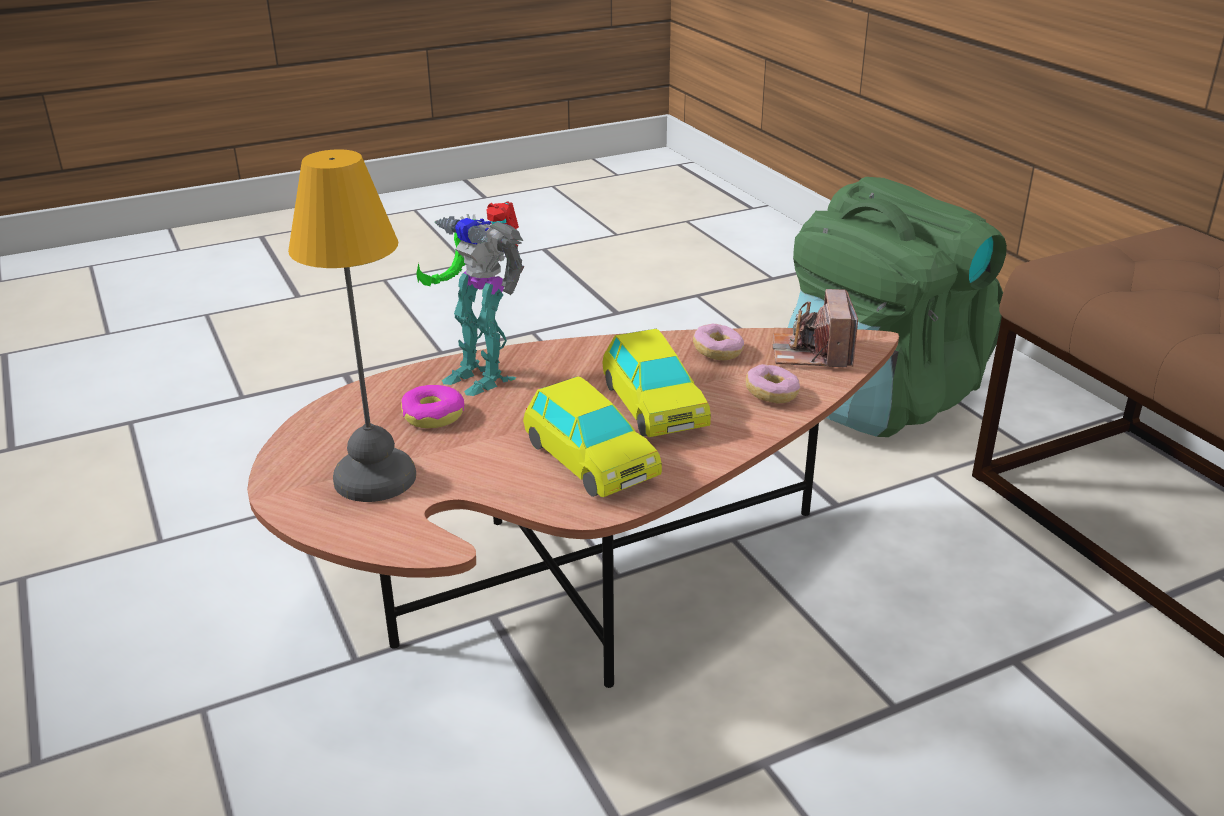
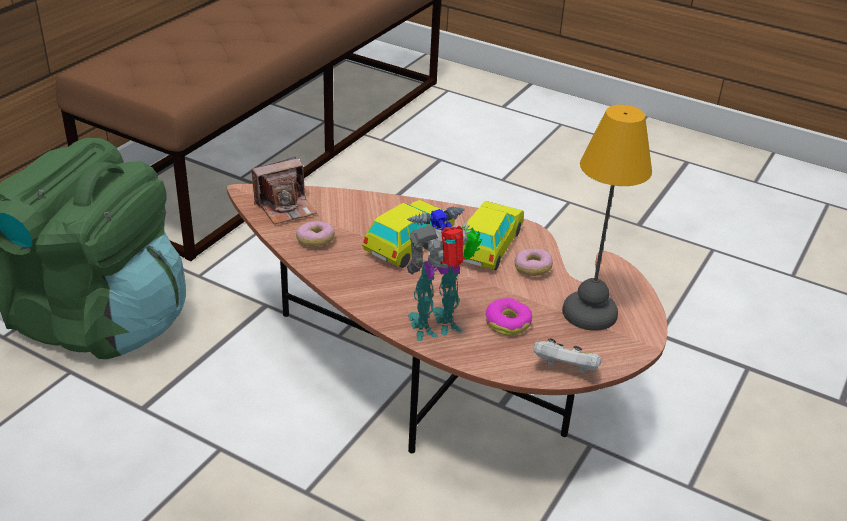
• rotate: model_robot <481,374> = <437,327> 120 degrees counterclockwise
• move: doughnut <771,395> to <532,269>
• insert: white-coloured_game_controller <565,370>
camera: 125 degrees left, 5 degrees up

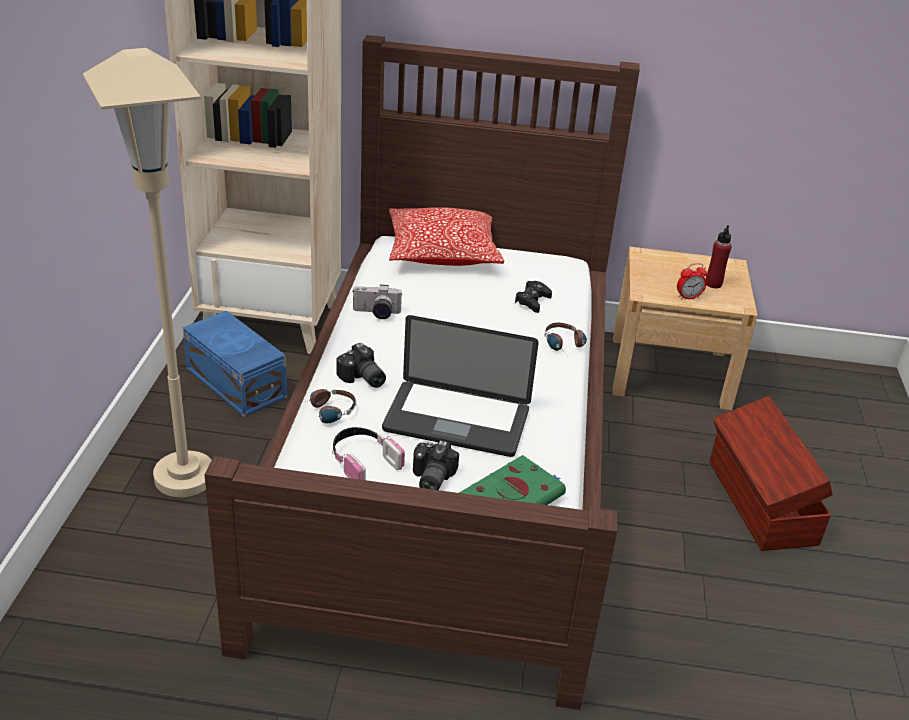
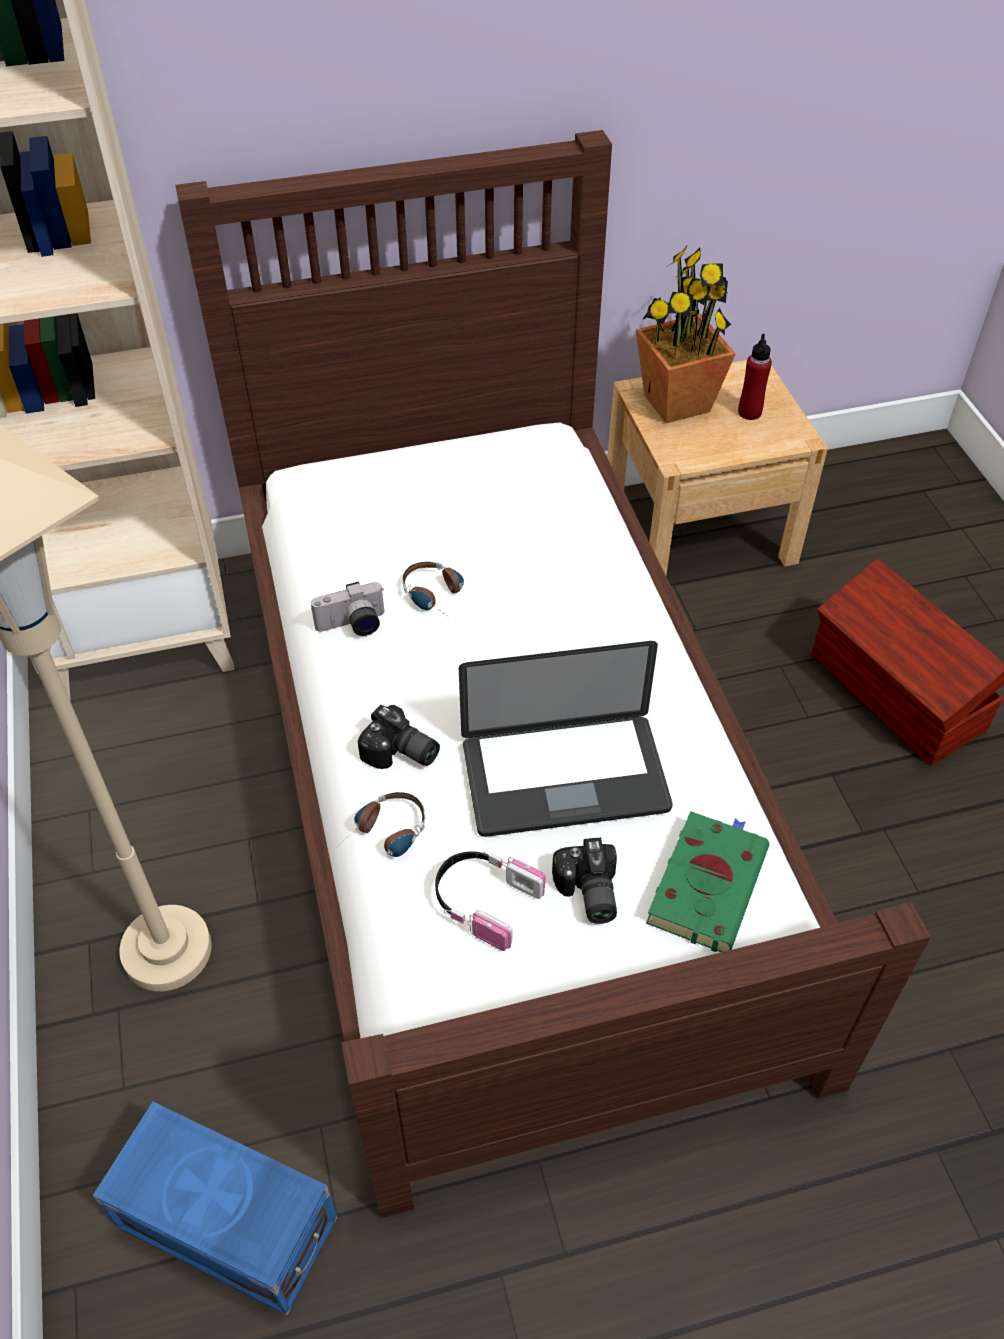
• move: bluish_storage_bin <235,384> to <228,1226>
• delete: pillow <443,252>
• delete: blackish_game_controller <532,301>
• move: headphones <565,346> to <437,596>
• delete: alarm_clock <688,297>
• insert: houseplant <676,403>
camera: 20 degrees left, 15 degrees up

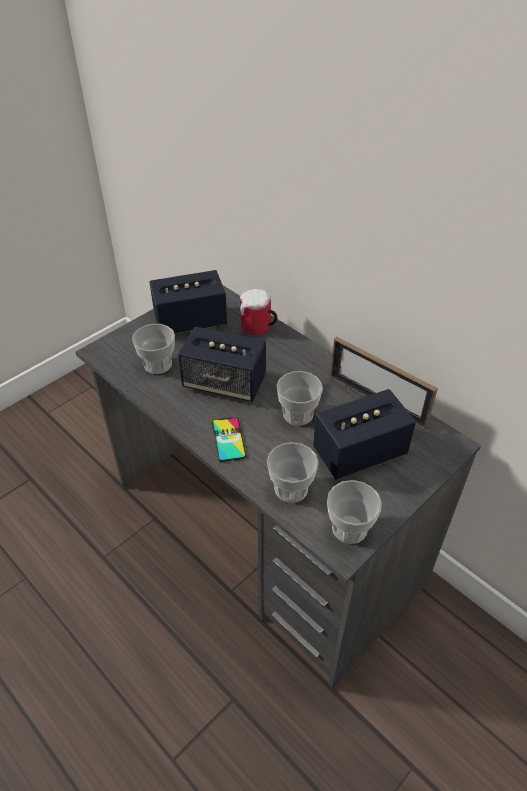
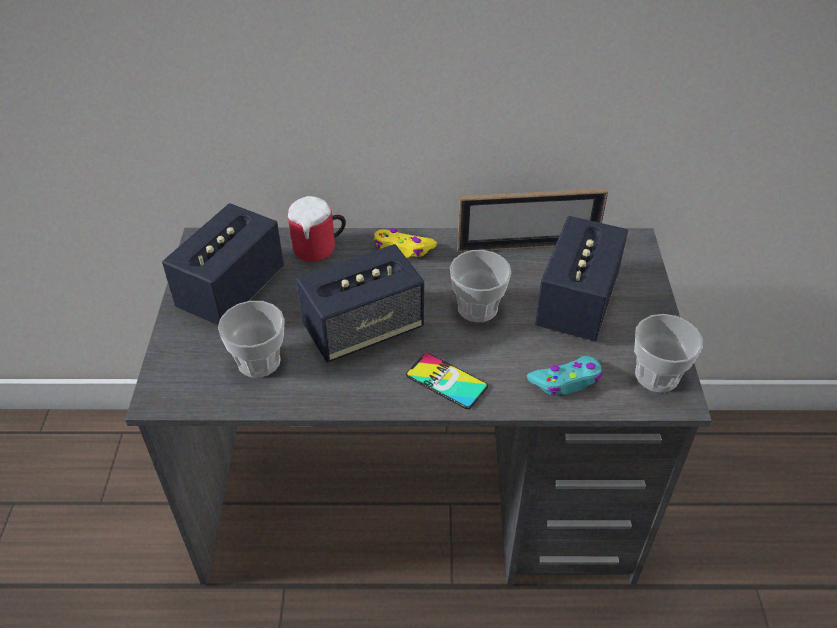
• replace: cup <291,489> to blue-green_game_controller <566,381>
• insert: yellow-coloured_game_controller <403,249>
camera: 45 degrees left, 0 degrees up

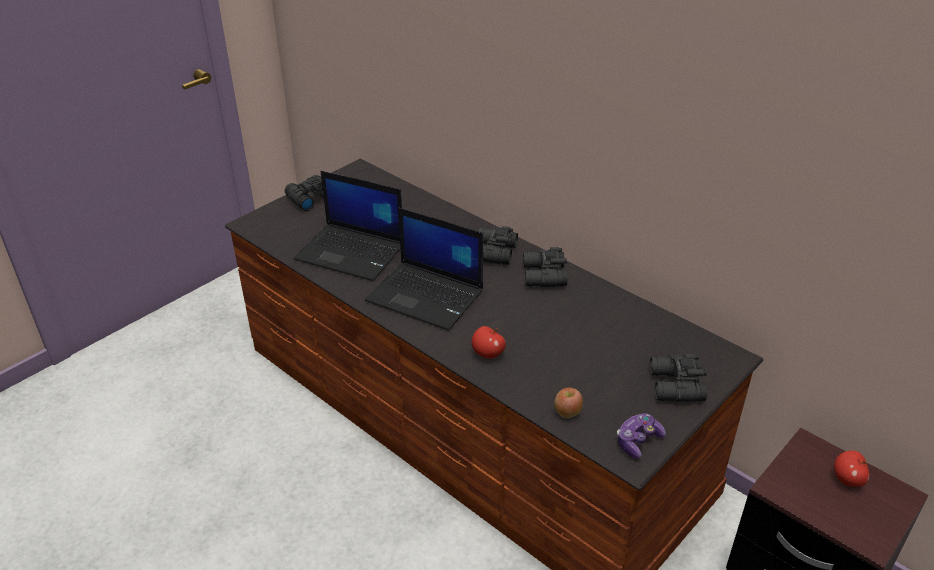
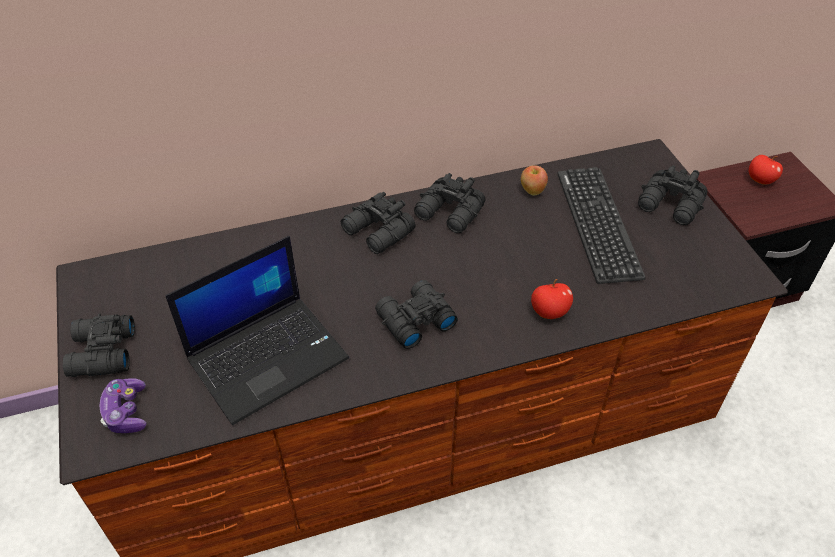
• replace: notebook_computer <427,296> to blackish_field_glasses <413,320>
• move: apple <567,412> to <532,191>
• move: game_controller <638,441> to <126,412>
• insert: computer_keyboard <598,224>
camera: 60 degrees left, 10 degrees up

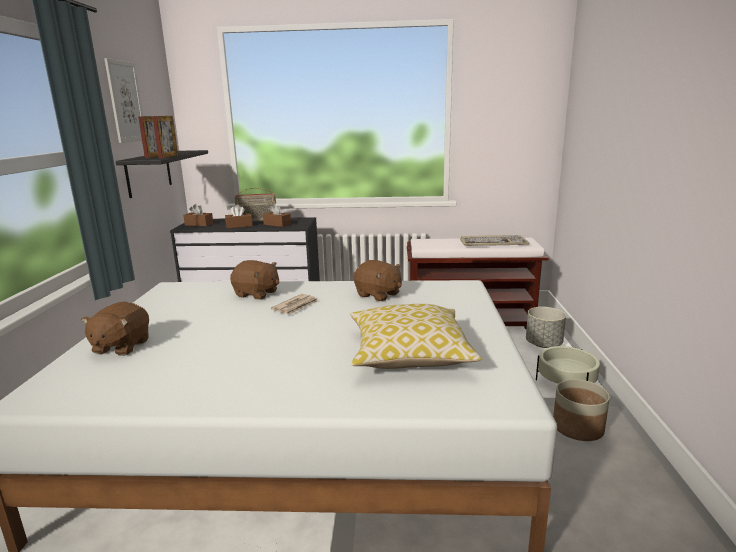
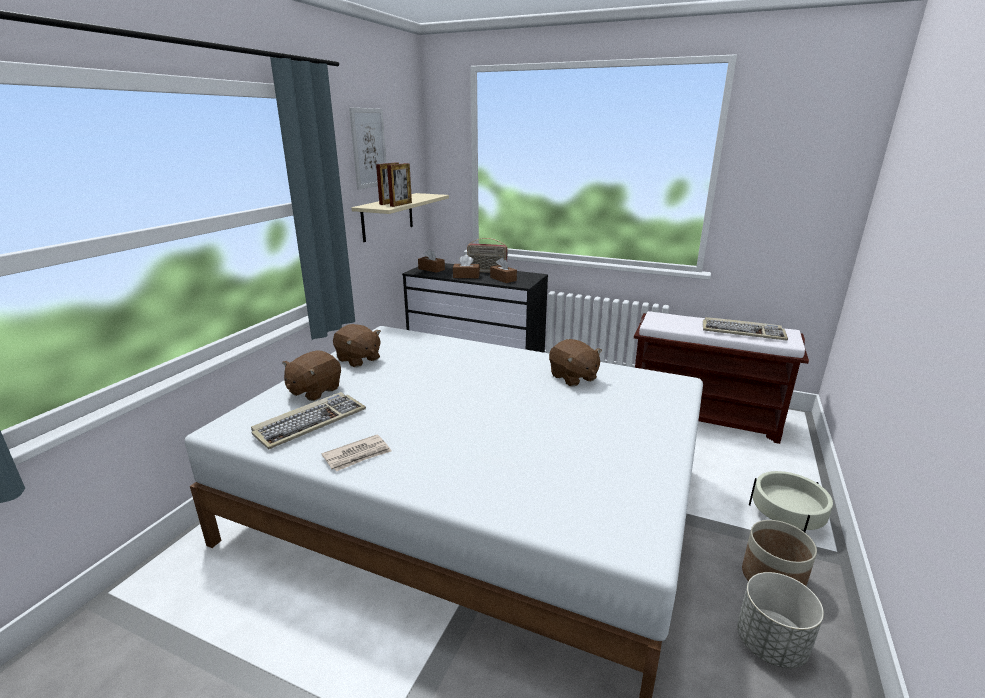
• recolor: blackish_wall_shelf <149,173> to beige-coloured_wall_shelf <387,216>
• move: brown-coloured_plush_toy <256,294> to <358,359>
• move: newspaper <296,306> to <358,455>
• delete: pillow <408,354>
• move: gray_flower_pot <544,344> to <771,644>
• insert: computer_keyboard <310,422>
camera: 20 degrees right, 5 degrees up

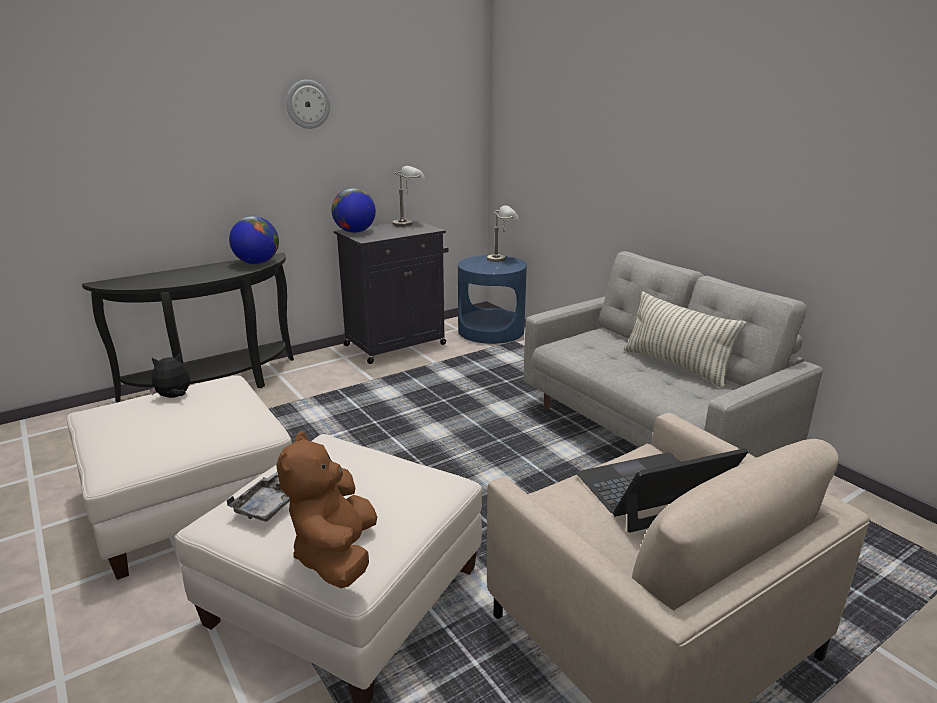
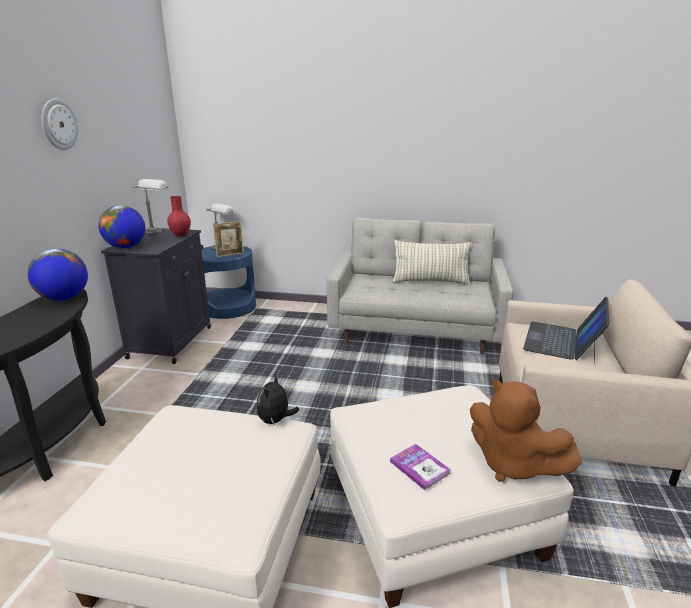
• move: plush_toy <174,397> to <275,420>
• replace: gray_serving_tray <268,506> to volume <419,467>
• insert: red_vase <180,235>
• insert: photo_frame <230,255>
camera: 45 degrees left, 0 degrees up

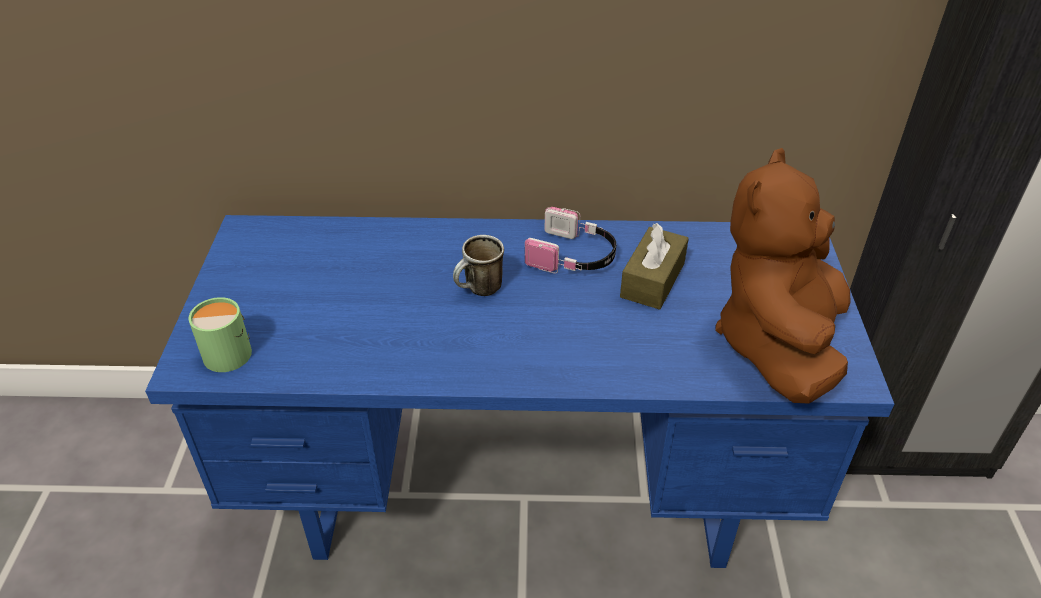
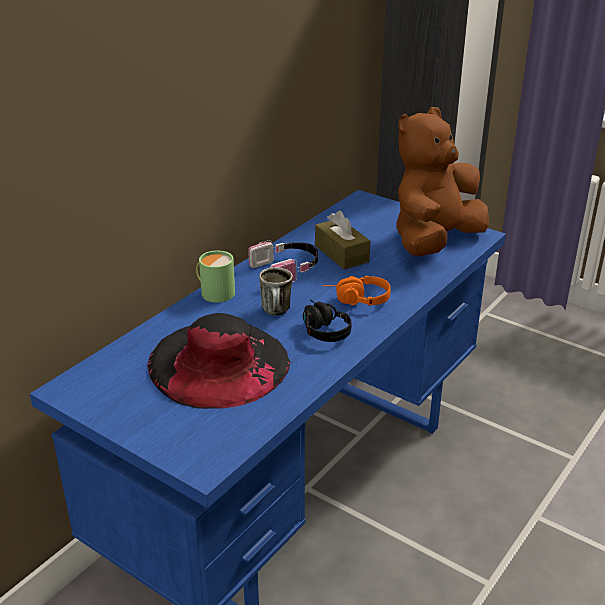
• move: green-coloured_tea_mug <229,350> to <215,292>
• rotate: brown-coloured_plush_toy <778,344> = <434,242> 75 degrees clockwise
• insert: blackish_hat <218,363>
• insert: blackish_headphones <321,328>
• insert: orangey_headphones <356,300>
camera: 55 degrees left, 10 degrees down

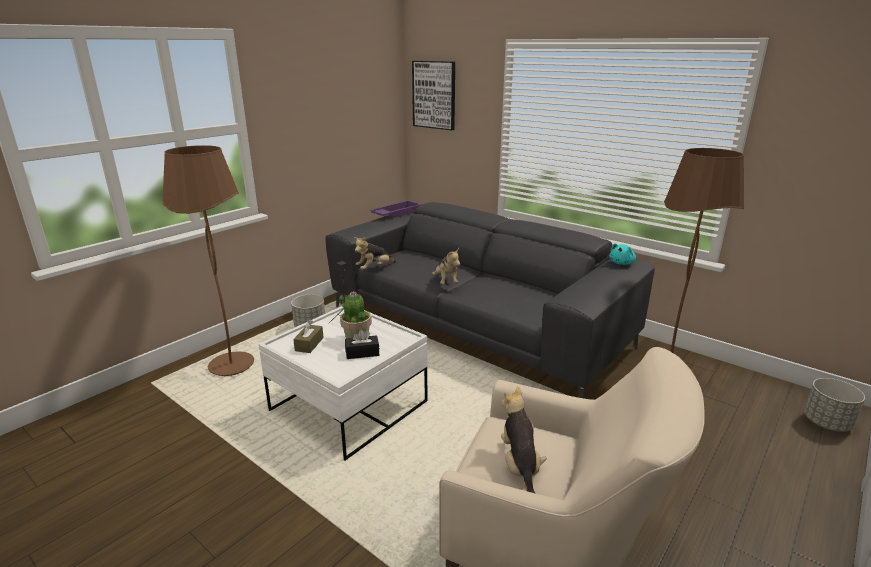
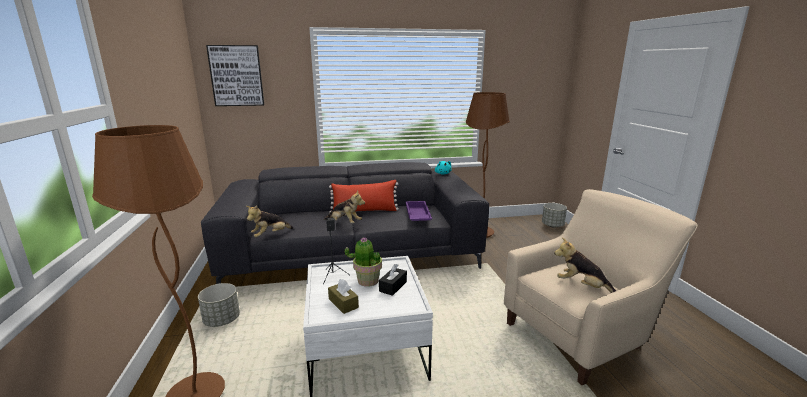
• rotate: plush_toy <374,268> = <270,235> 45 degrees clockwise
• move: purple-coloured_serving_tray <396,213> to <417,215>
• insert: red_pillow <364,211>
camera: 50 degrees left, 5 degrees down

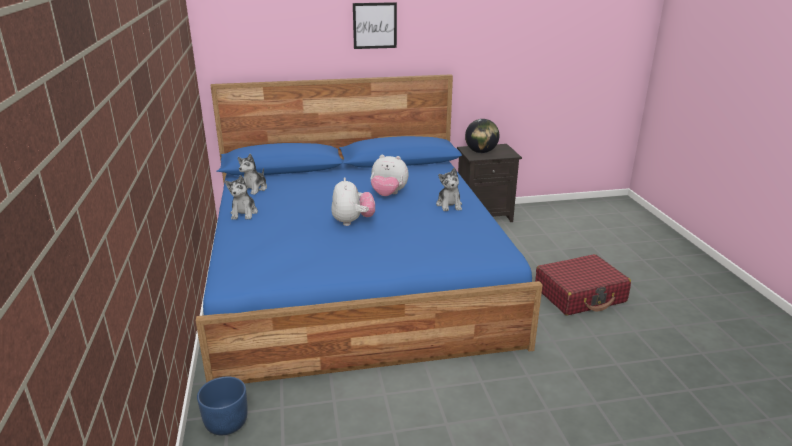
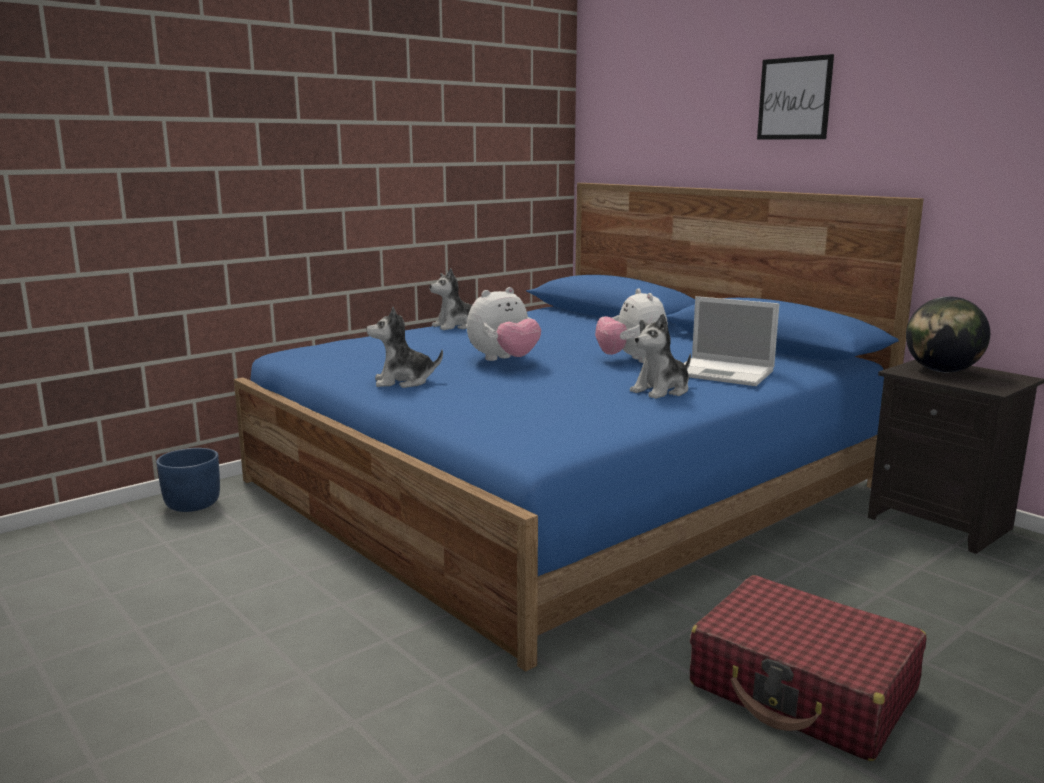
• move: plush_toy <254,189> to <403,382>
• insert: notebook_computer <724,373>
camera: 60 degrees right, 10 degrees down

